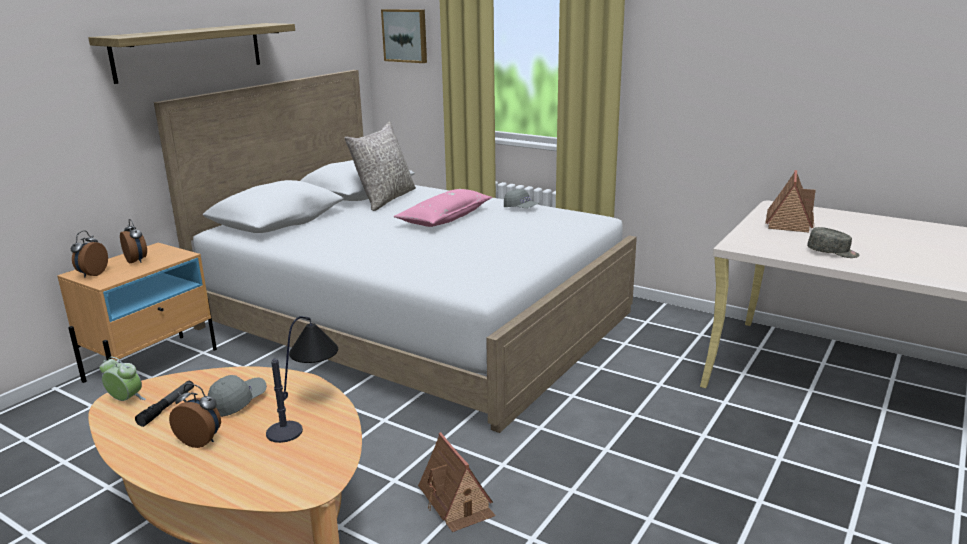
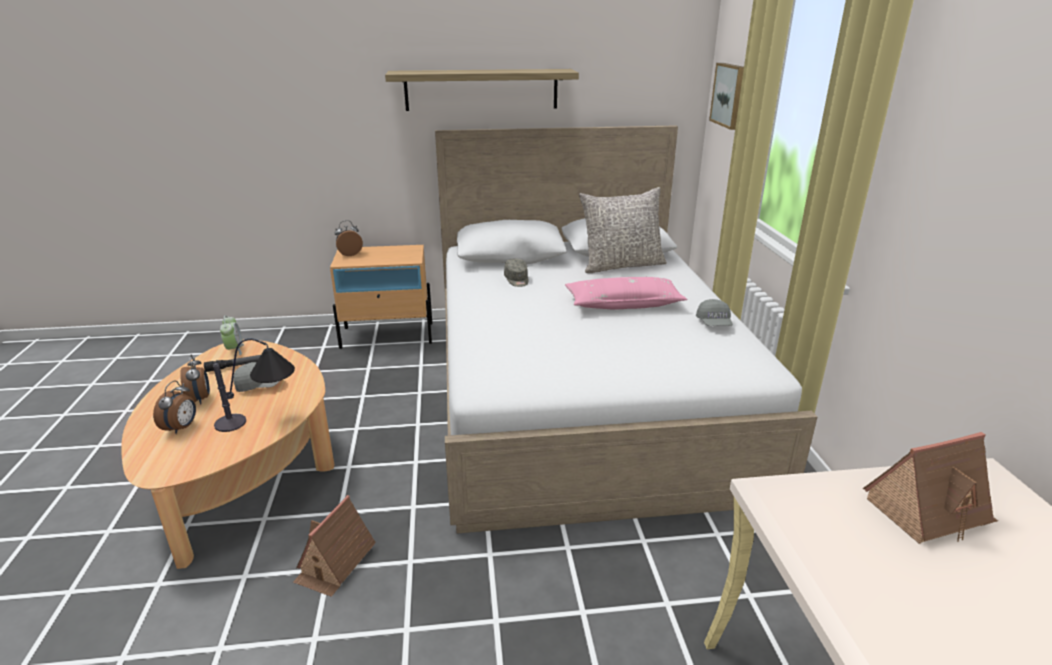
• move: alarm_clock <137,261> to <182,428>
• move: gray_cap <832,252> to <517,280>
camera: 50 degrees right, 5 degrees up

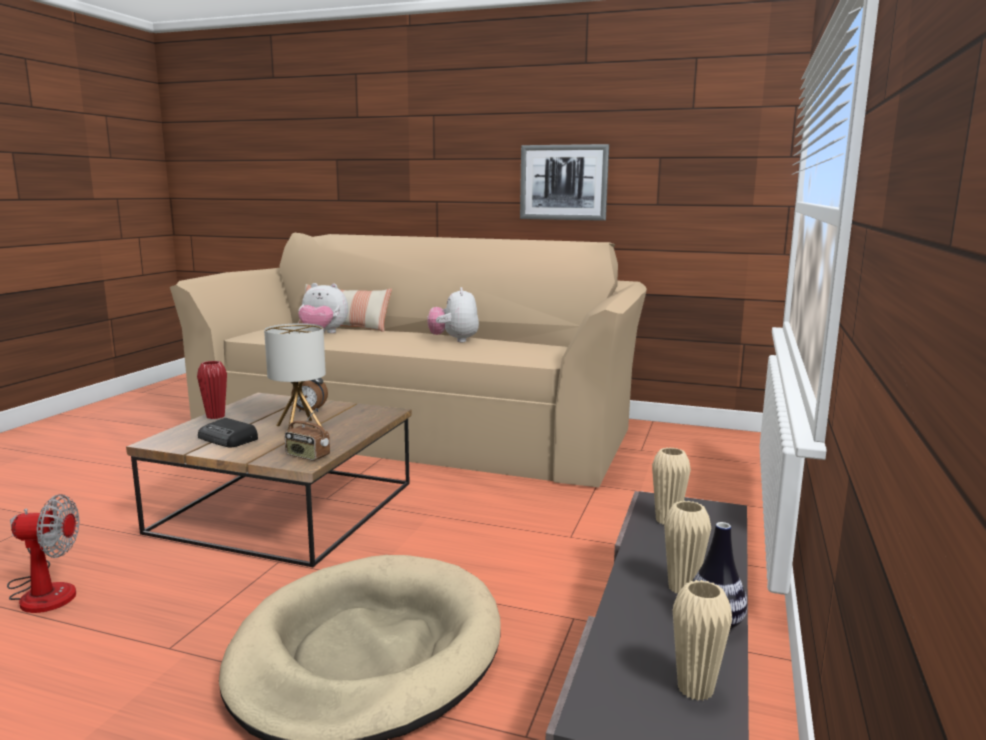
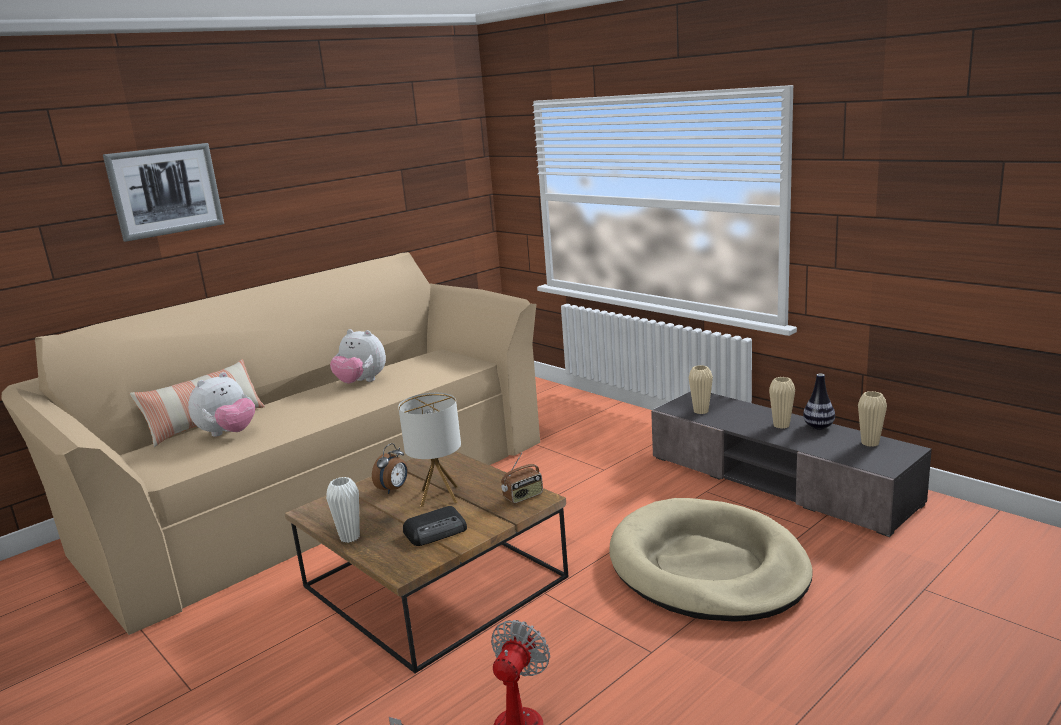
• recolor: red_vase <215,416> to white-coloured_vase <350,537>
• move: picture <563,182> to <165,191>
camera: 60 degrees left, 5 degrees up

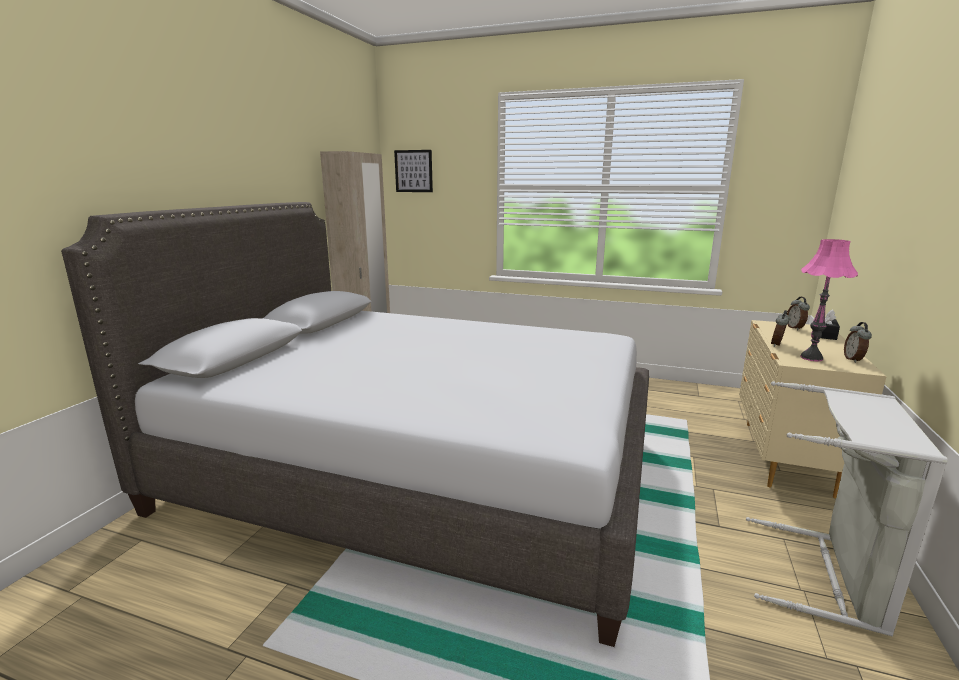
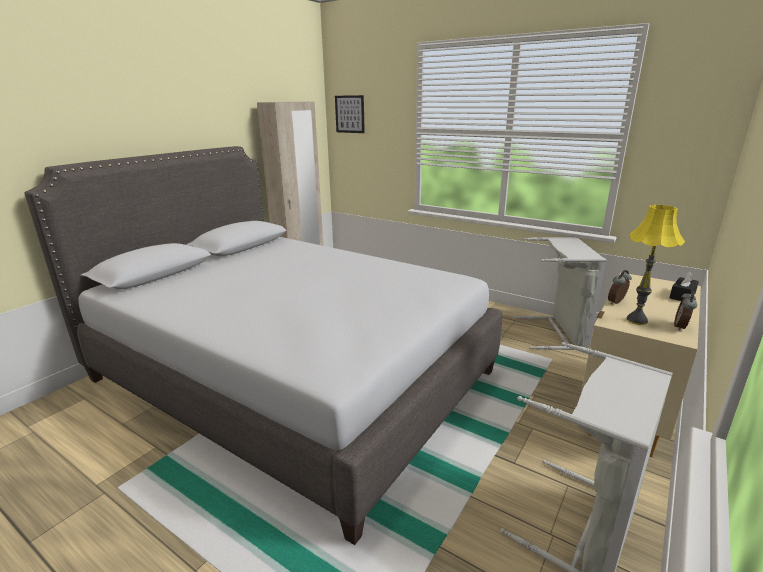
• delete: alarm_clock <795,328>
• recolor: pinkish_lamp_for_a_table <811,358> to yellow-coloured_lamp_for_a_table <636,320>
• insert: gray_laundry_basket <557,333>
camera: 15 degrees right, 5 degrees up

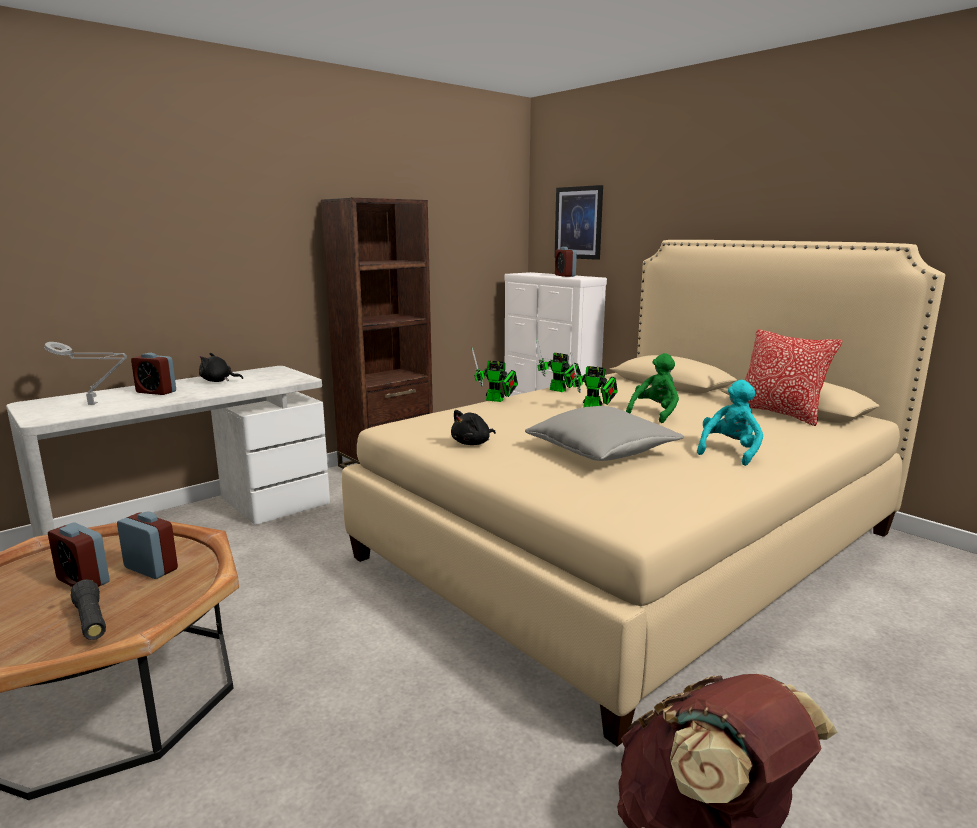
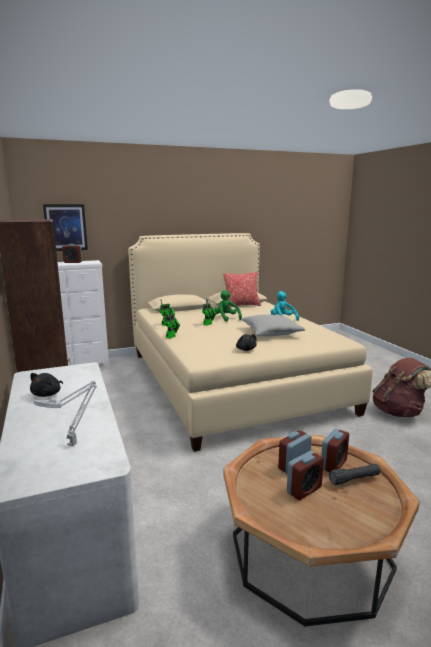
• move: alarm_clock <156,392> to <333,464>
camera: 70 degrees left, 0 degrees up

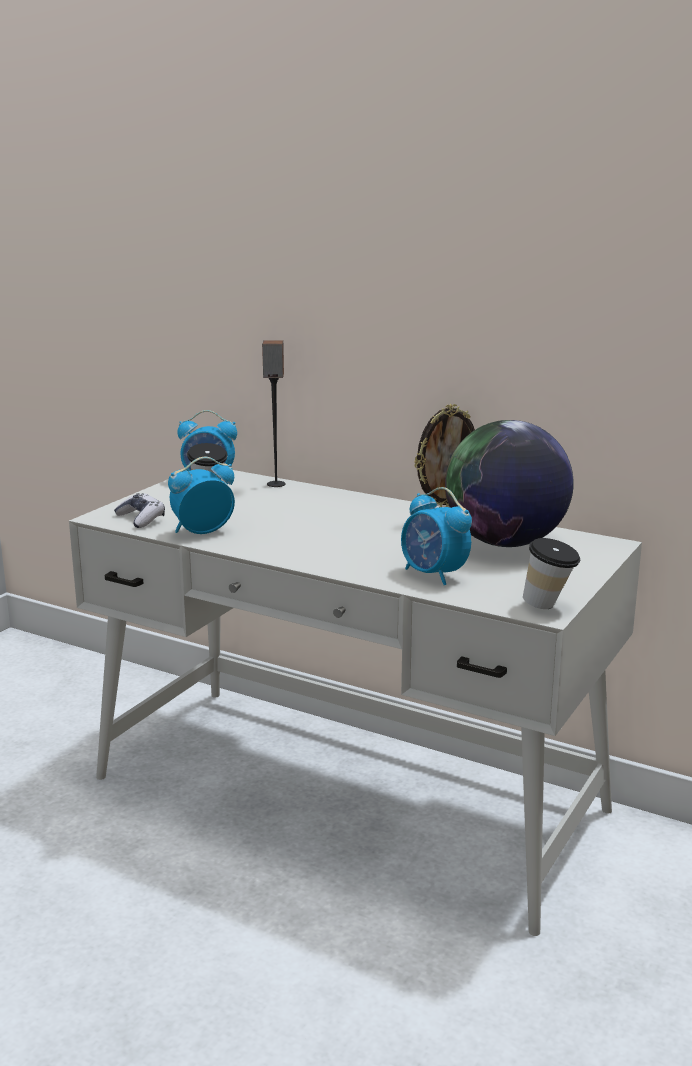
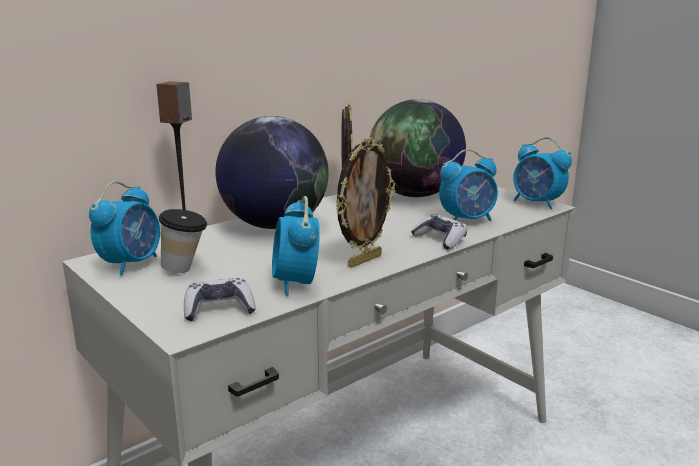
• replace: cup <549,606> to alarm_clock <537,203>
• insert: desk_globe <274,225>
• insert: photo_frame <363,260>
• insert: game_controller <440,239>
camera: 70 degrees left, 0 degrees up

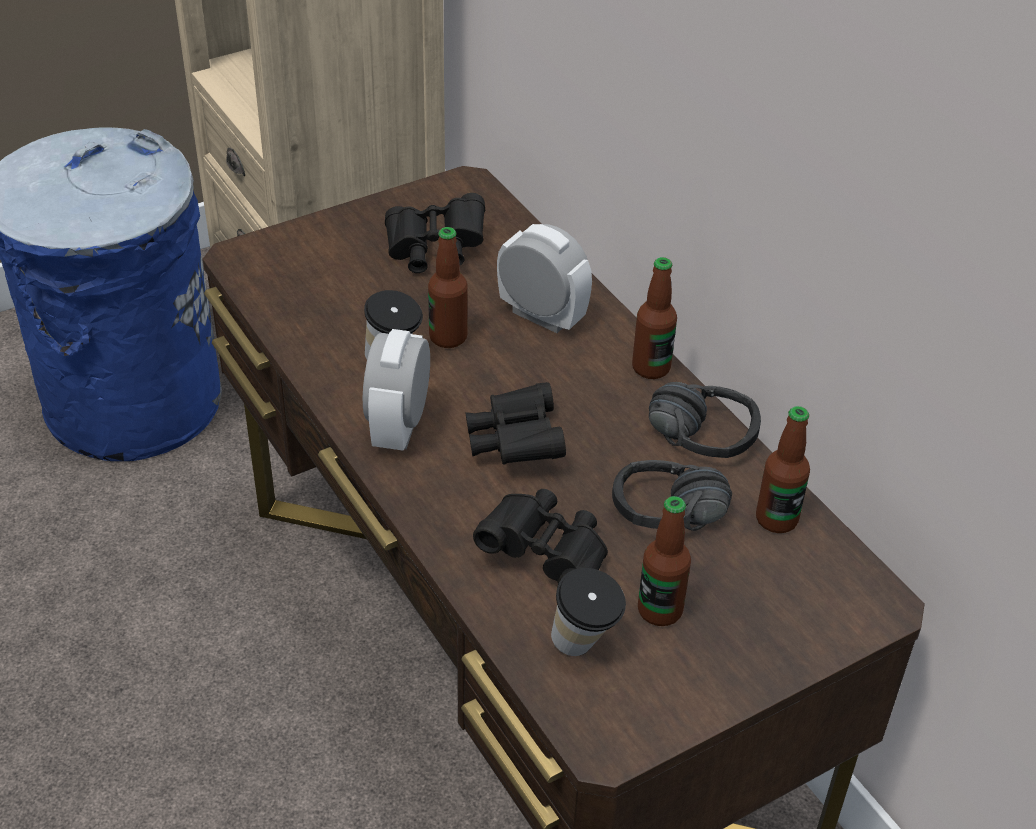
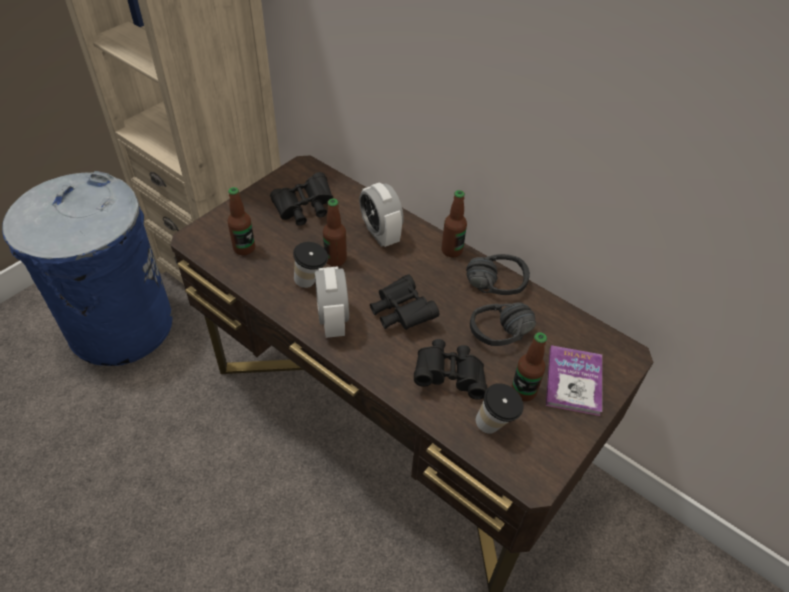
• rotate: alarm_clock <541,316> = <380,234> 135 degrees counterclockwise
• move: drink_bottle <776,519> to <244,248>
• insert: volume <573,381>
camera: 20 degrees left, 5 degrees up

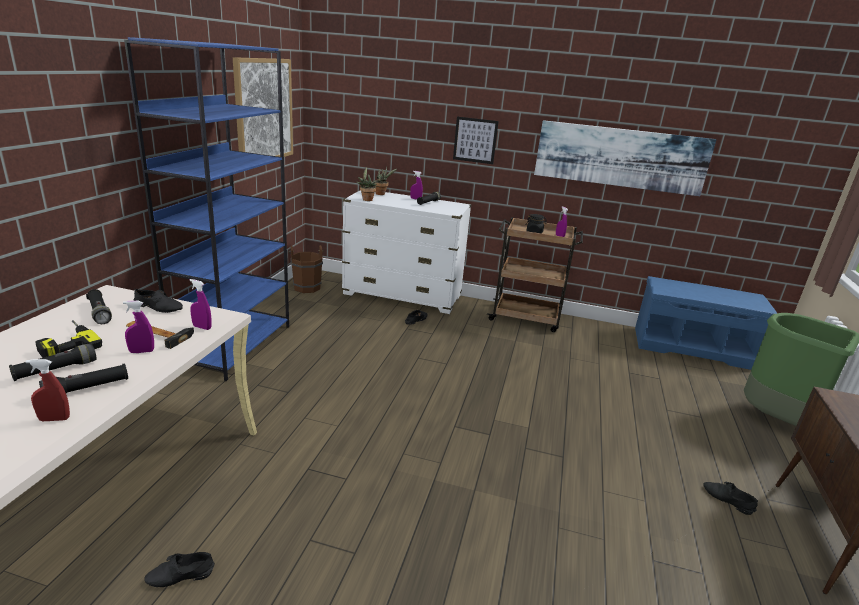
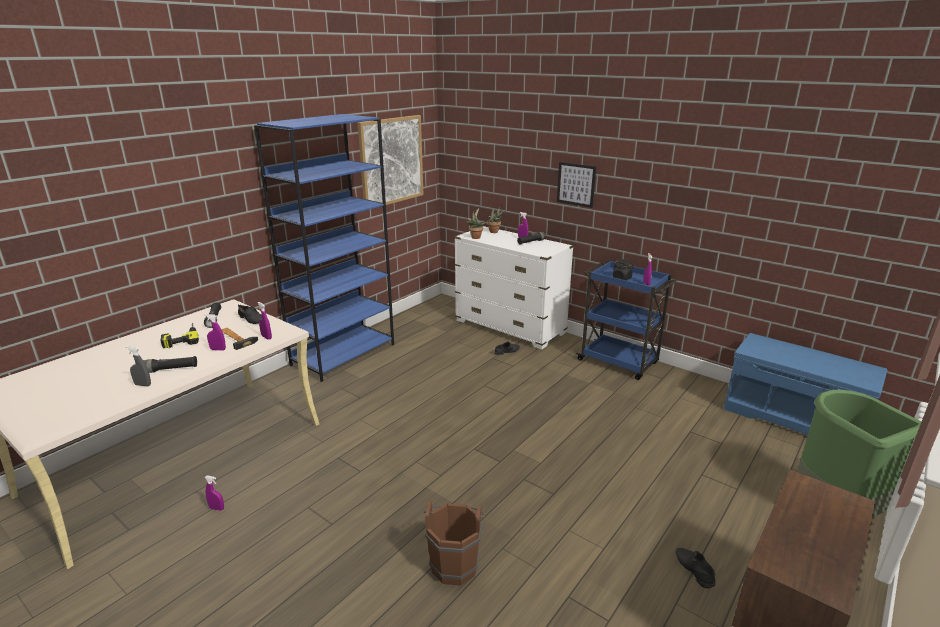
• delete: blackish_flashlight <56,370>
• recolor: red_sprayer <54,419> to gray_sprayer <143,385>
• replace: blackish_shoe <180,576> to purple-coloured_sprayer <217,508>
• move: brown-coloured_bucket <307,287> to <455,563>
• recolor: brown-coloured_wheeled_cart <526,318> to bluish_wheeled_cart <619,362>
• delete: picture <620,157>
camera: 25 degrees right, 0 degrees up

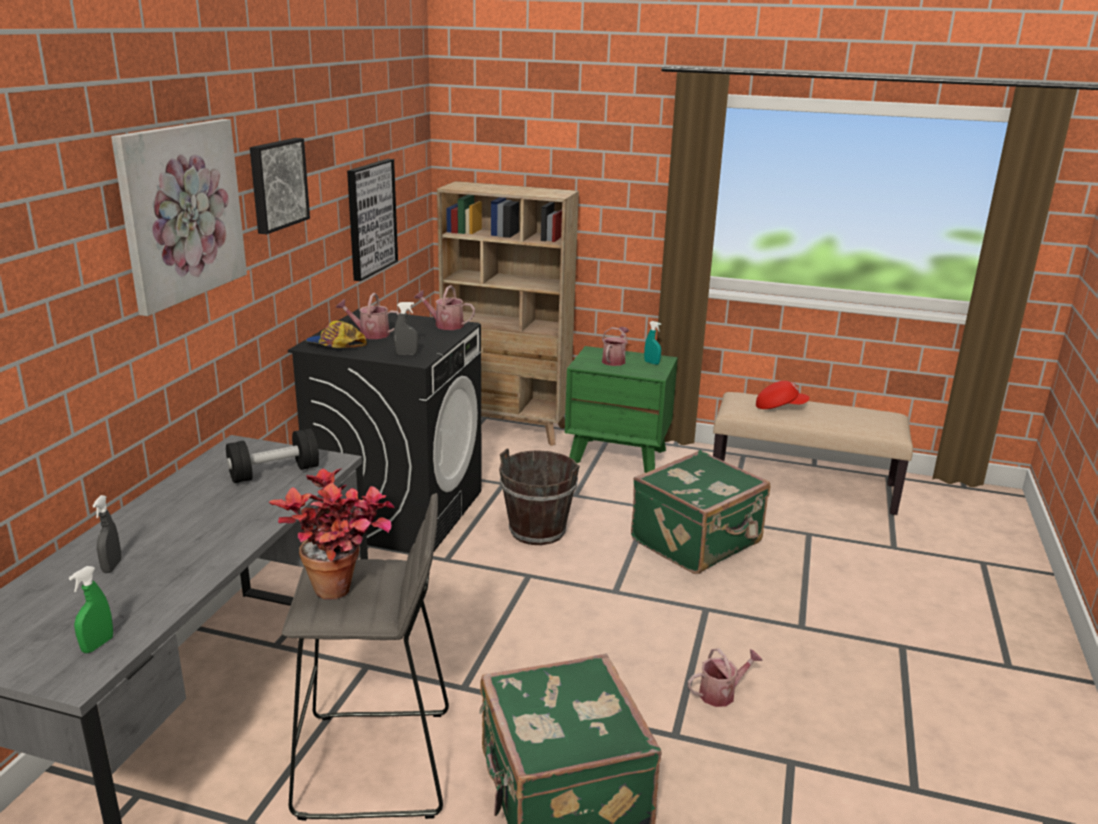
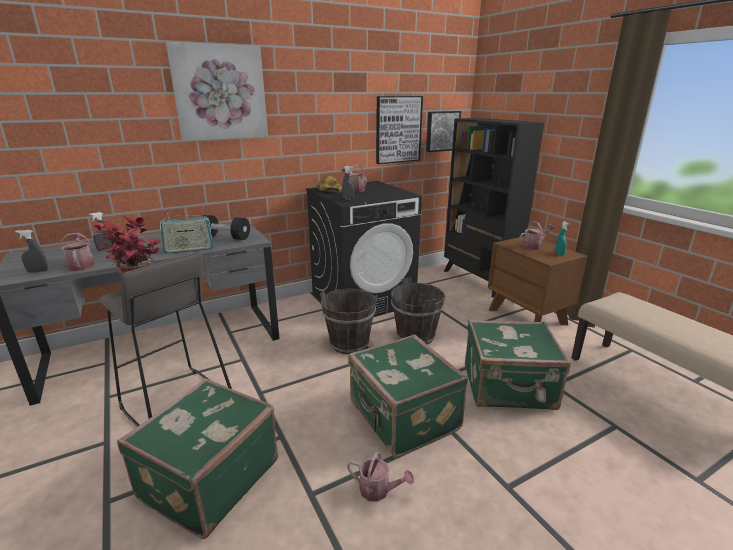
• recolor: green-coloured_sprayer <97,645> to gray_sprayer <38,271>
• move: picture <277,184> to <442,131>
• move: watering_can <445,325> to <81,265>
• recolor: beige-coloured_shelving_unit <506,428> to blackish_shelving_unit <478,280>
• recolor: green-coloured_nightstand <618,456> to brown-coloured_nightstand <527,317>
• delete: red_cap <780,407>
• insert: radio_set <189,249>
• insert: brown-coloured_bucket <349,344>
• insert: green-coloured_travel_case <402,417>
camera: 45 degrees right, 0 degrees up

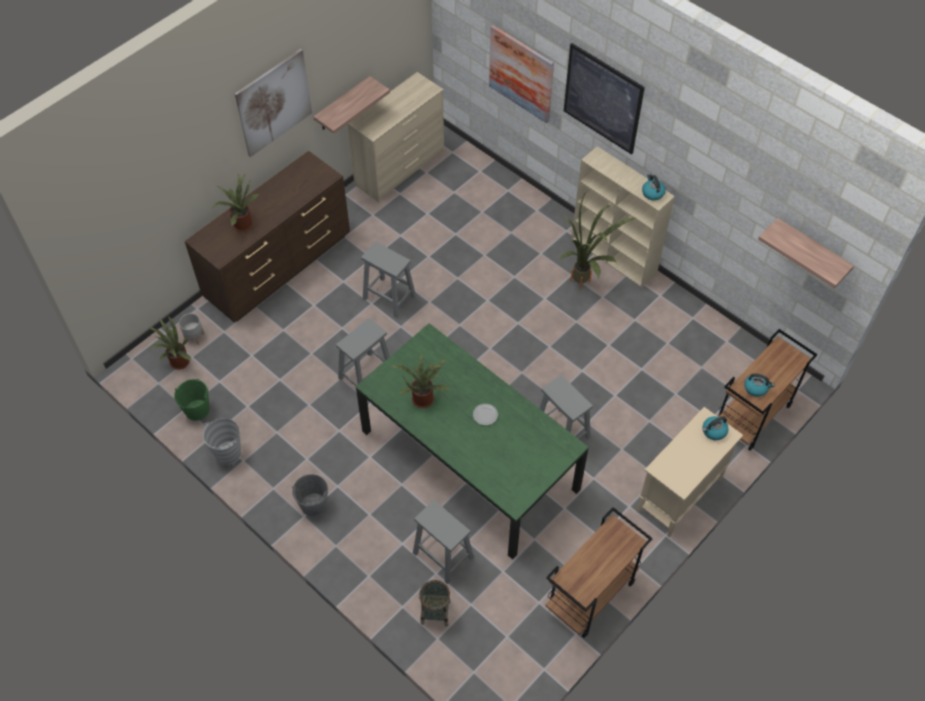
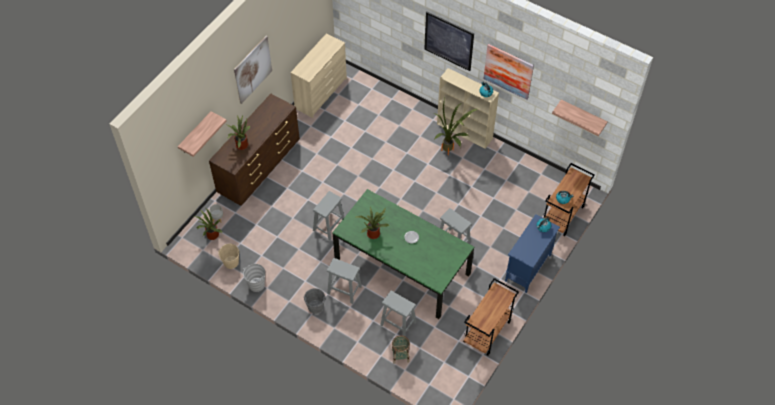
• recolor: green-coloured_bucket <197,410> to beige-coloured_bucket <231,262>
• move: wall_shelf <342,104> to <195,133>
• move: gray_stool <388,297> to <344,289>
• move: picture <521,73> to <508,71>
• recolor: beige-coloured_cabinet <678,496> to bluish_cabinet <527,268>
camera: 10 degrees left, 0 degrees up

